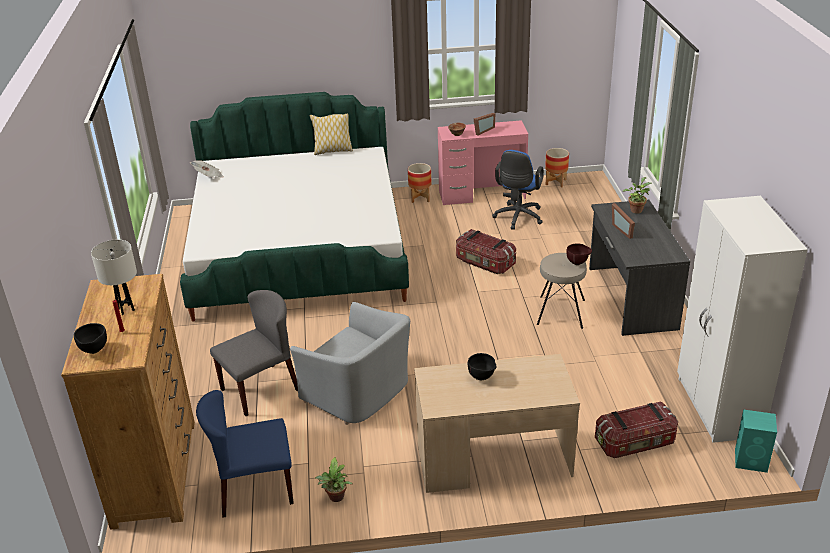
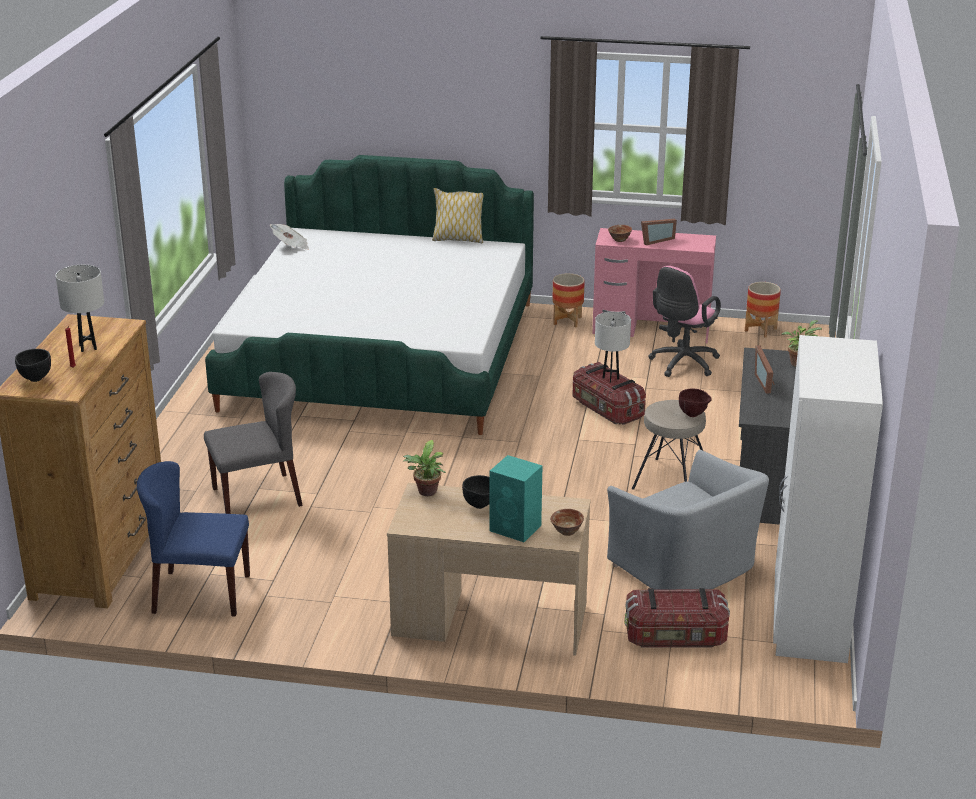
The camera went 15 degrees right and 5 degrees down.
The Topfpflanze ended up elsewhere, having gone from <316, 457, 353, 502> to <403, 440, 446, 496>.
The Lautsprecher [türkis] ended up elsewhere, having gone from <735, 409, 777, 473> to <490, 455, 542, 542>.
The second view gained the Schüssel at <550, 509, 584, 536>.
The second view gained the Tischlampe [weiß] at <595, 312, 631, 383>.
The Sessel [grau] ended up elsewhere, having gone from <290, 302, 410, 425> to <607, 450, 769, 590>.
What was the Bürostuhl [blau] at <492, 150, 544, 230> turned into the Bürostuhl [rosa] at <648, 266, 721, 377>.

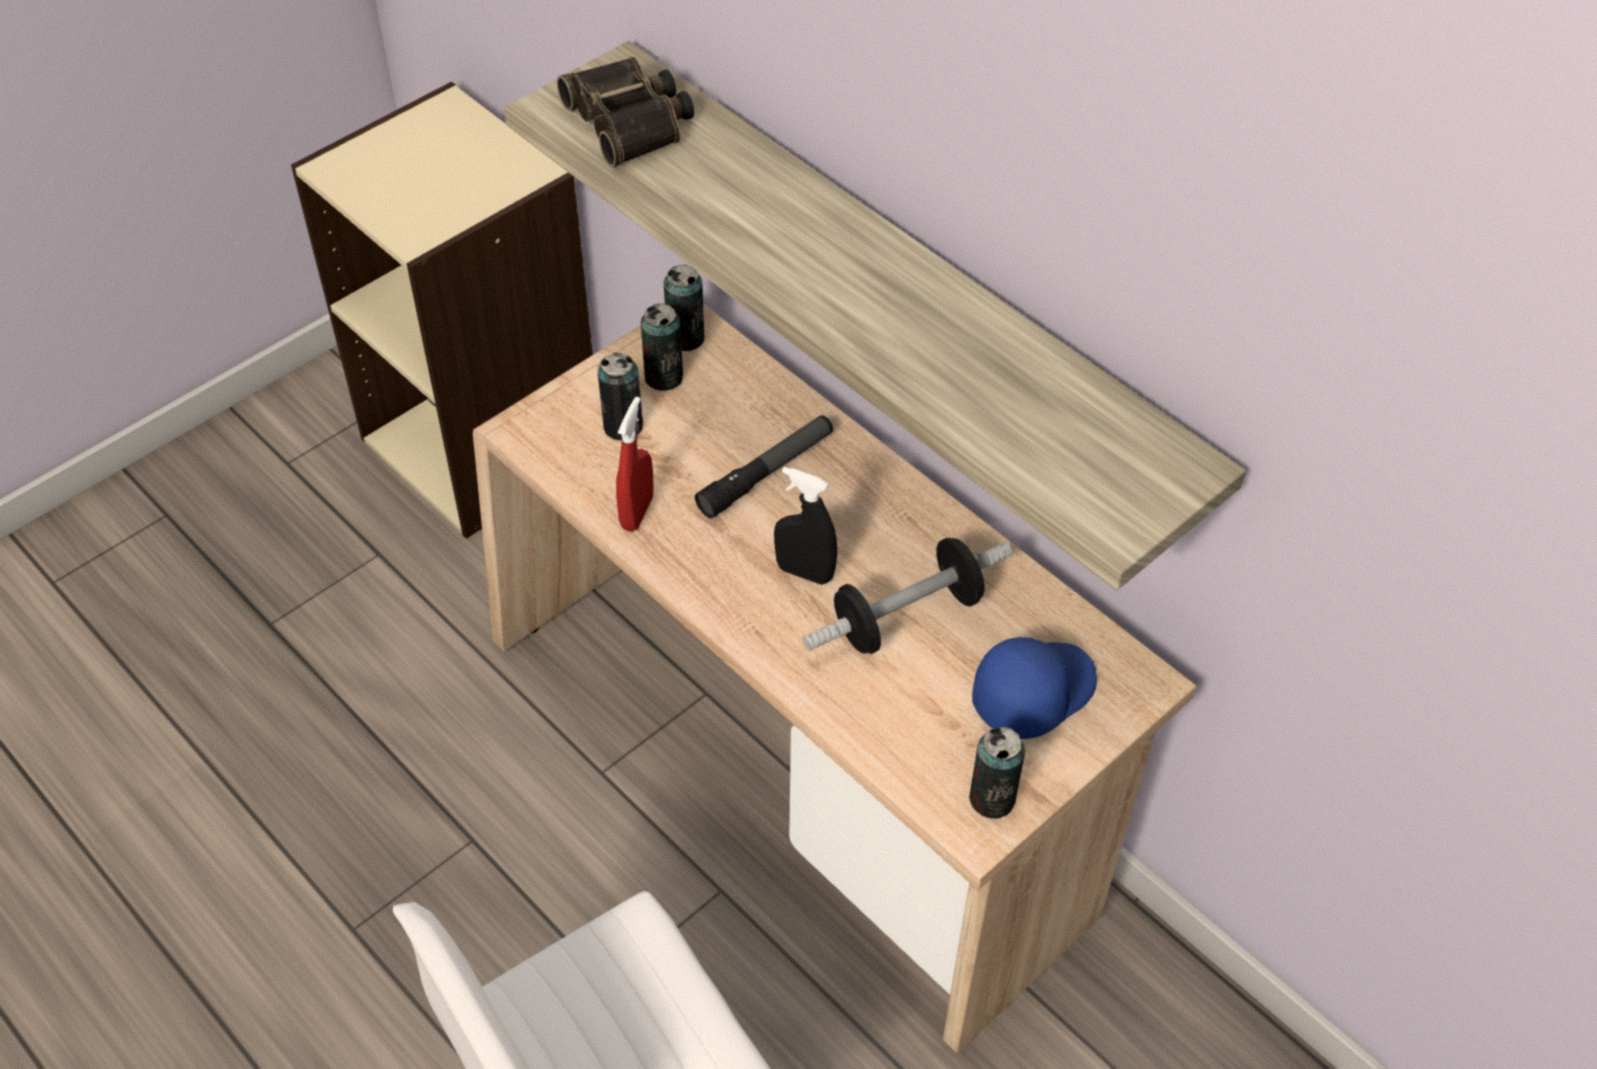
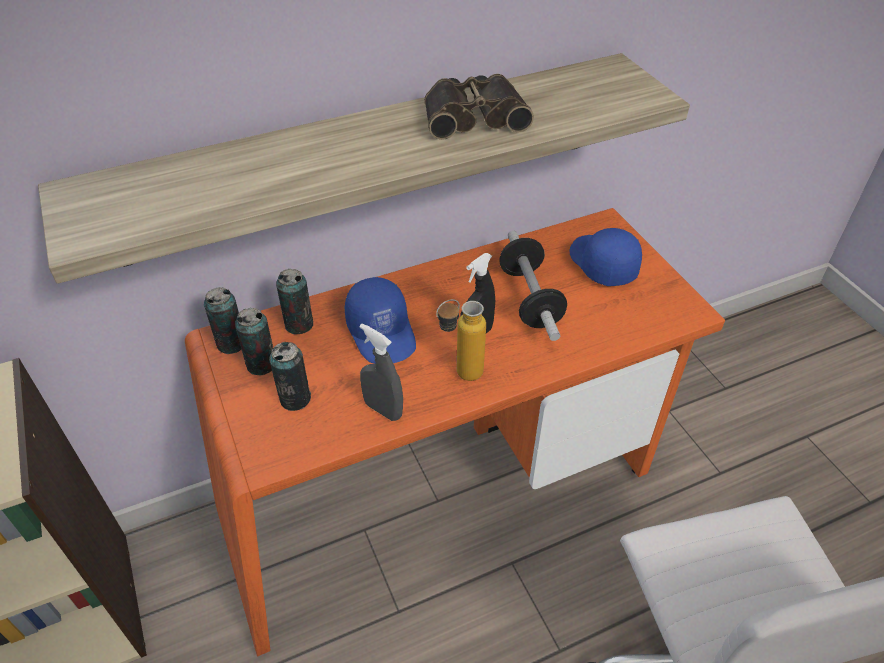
The camera went 70 degrees left and 5 degrees down.
What was the Schreibtisch [beige] at <473, 304, 1196, 1053> turned into the Schreibtisch [orange] at <185, 208, 725, 656>.
The Dose ended up elsewhere, having gone from <969, 727, 1025, 819> to <276, 269, 313, 334>.
Where the Taschenlampe stood at <695, 415, 833, 518>, the Kappe [blau] came to stand at <345, 277, 416, 364>.
What was the Sprühflasche [rot] at <616, 397, 654, 531> turned into the Sprühflasche [grau] at <359, 323, 403, 421>.
The Fernglas ended up elsewhere, having gone from <557, 57, 694, 167> to <424, 74, 534, 140>.
The second view gained the Flasche at <436, 299, 486, 381>.

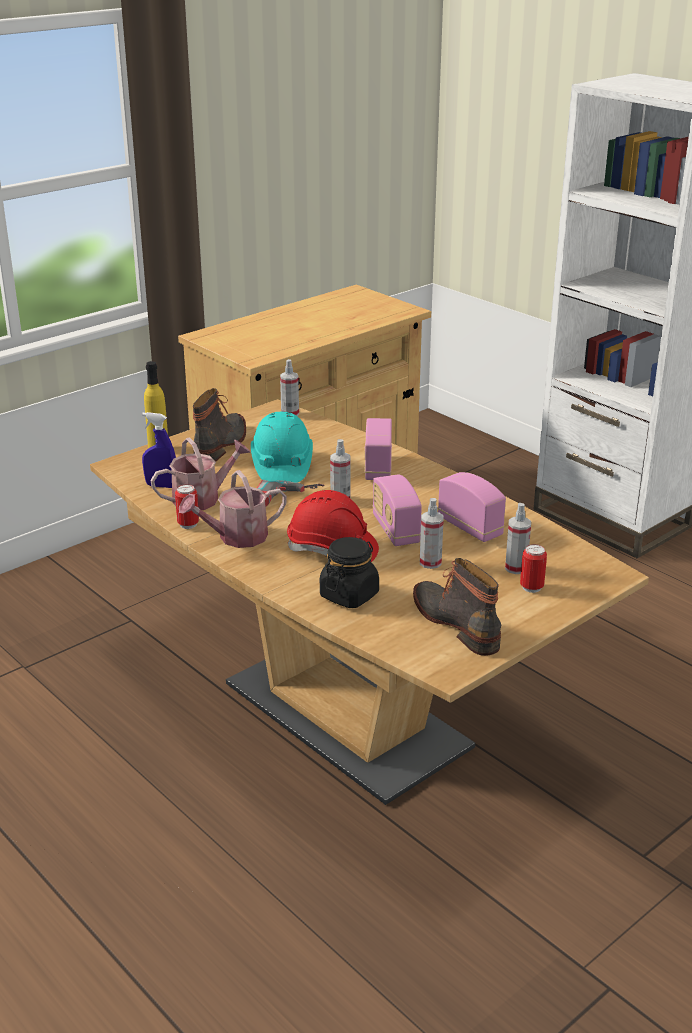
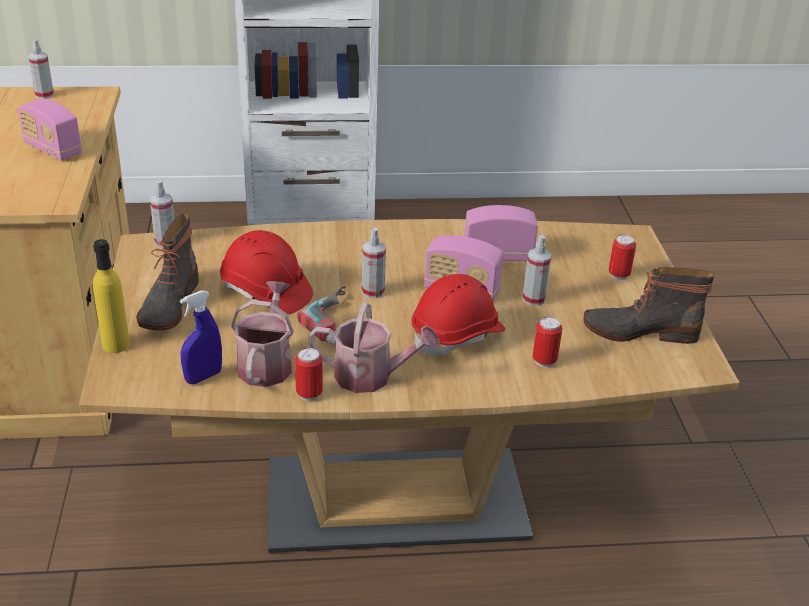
The camera went 55 degrees left and 5 degrees up.
The Radio ended up elsewhere, having gone from <364, 418, 392, 480> to <17, 99, 82, 160>.
The Sprühflasche ended up elsewhere, having gone from <505, 503, 531, 574> to <28, 39, 54, 99>.
The Stiefel at <193, 388, 246, 461> ended up facing another way, 135 degrees counterclockwise from before.
What was the Schutzhelm [türkis] at <251, 412, 313, 483> turned into the Schutzhelm [rot] at <220, 230, 313, 314>.
The Gießkanne at <179, 470, 287, 548> ended up facing another way, 90 degrees counterclockwise from before.
Where the Vorratsglas [schwarz] stood at <320, 537, 379, 608>, the Dose came to stand at <533, 317, 562, 367>.

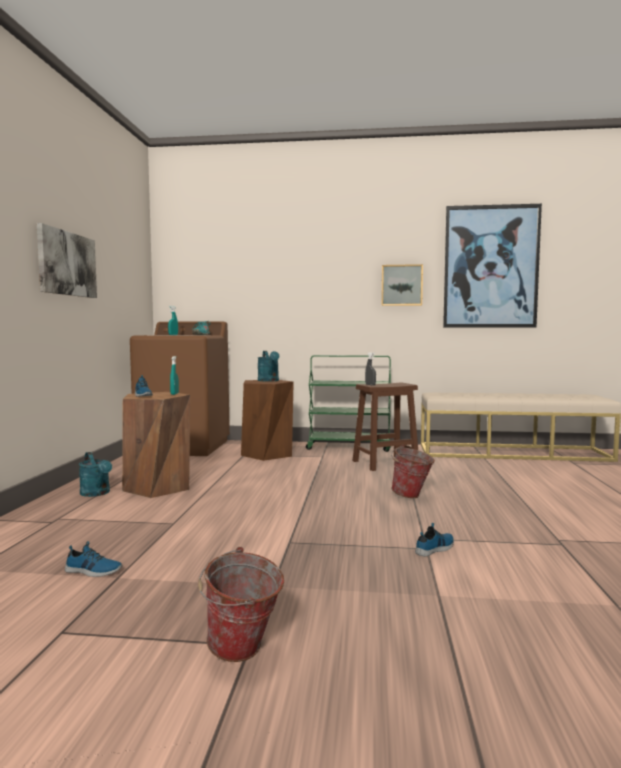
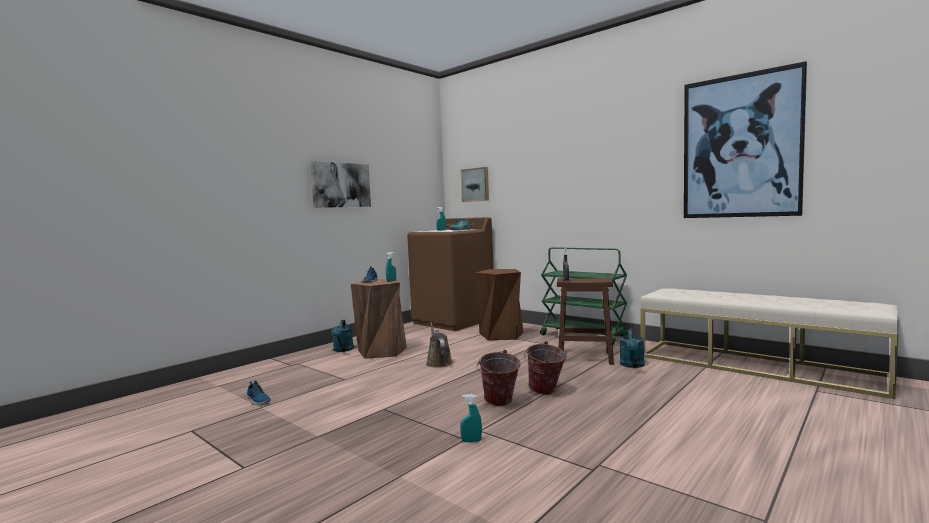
The camera went 35 degrees right and 0 degrees up.
The second view gained the Gießkanne [braun] at <426, 322, 453, 368>.
The Bild ended up elsewhere, having gone from <381, 264, 423, 306> to <460, 167, 489, 202>.
Where the Schuh stood at <415, 523, 454, 556>, the Sprühflasche [türkis] came to stand at <460, 394, 482, 442>.
The Eimer ended up elsewhere, having gone from <198, 547, 284, 662> to <476, 350, 521, 406>.
The Gießkanne [türkis] ended up elsewhere, having gone from <258, 351, 279, 382> to <619, 329, 645, 368>.

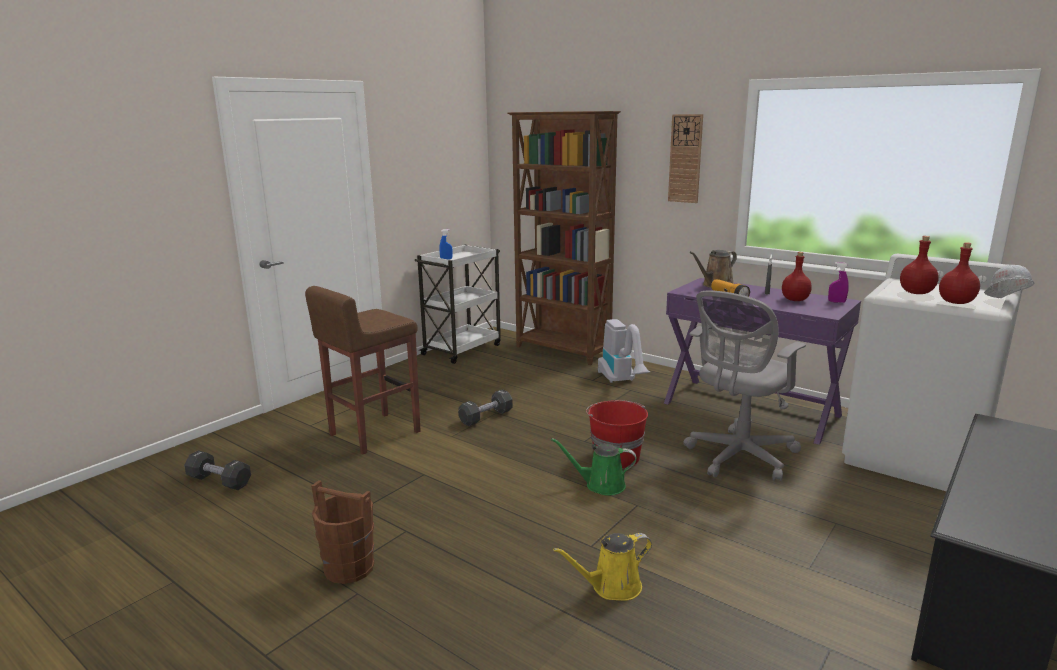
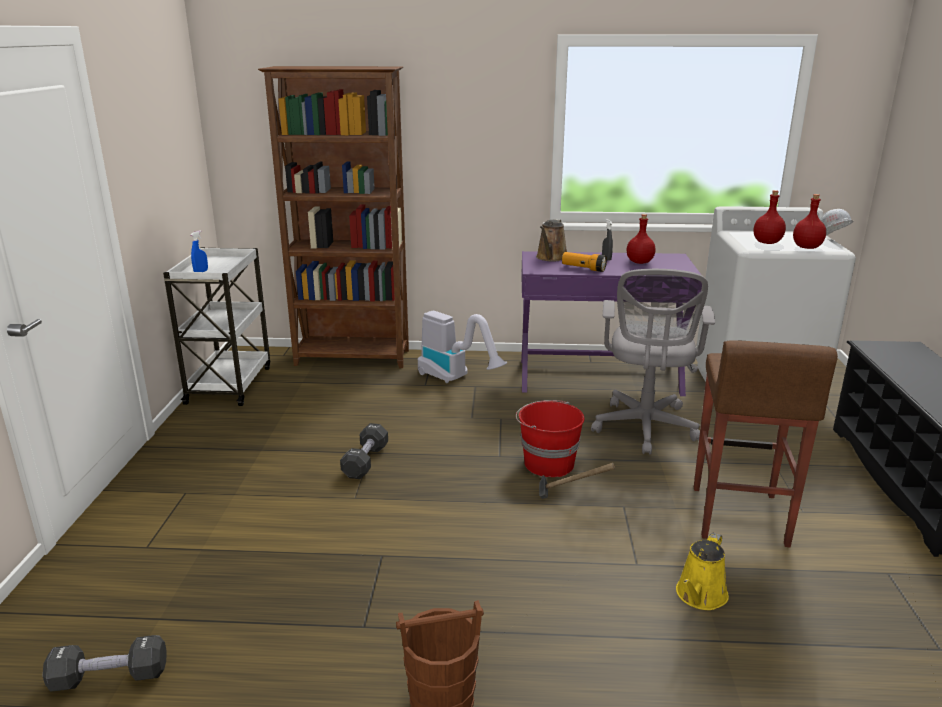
The camera went 35 degrees left and 5 degrees up.
Where the Gießkanne [grün] stood at <551, 438, 636, 496>, the Hammer came to stand at <539, 463, 615, 499>.
The Hocker [braun] ended up elsewhere, having gone from <305, 286, 421, 455> to <694, 340, 838, 547>.
The second view lost the Wanduhr at <668, 114, 703, 203>.
The second view lost the Sprühflasche [lila] at <828, 262, 849, 303>.

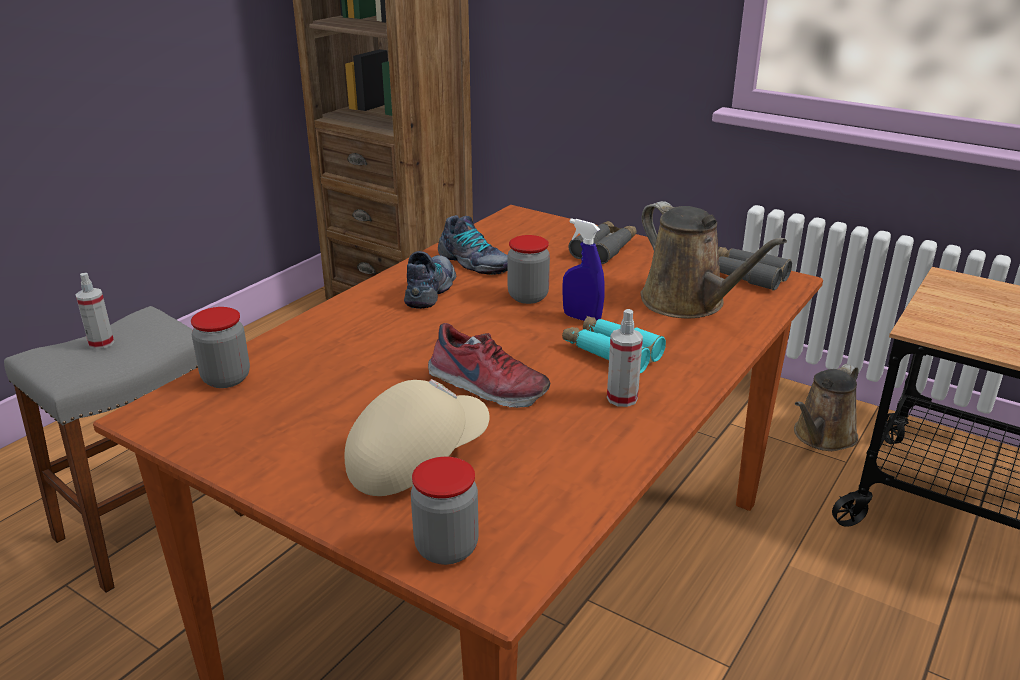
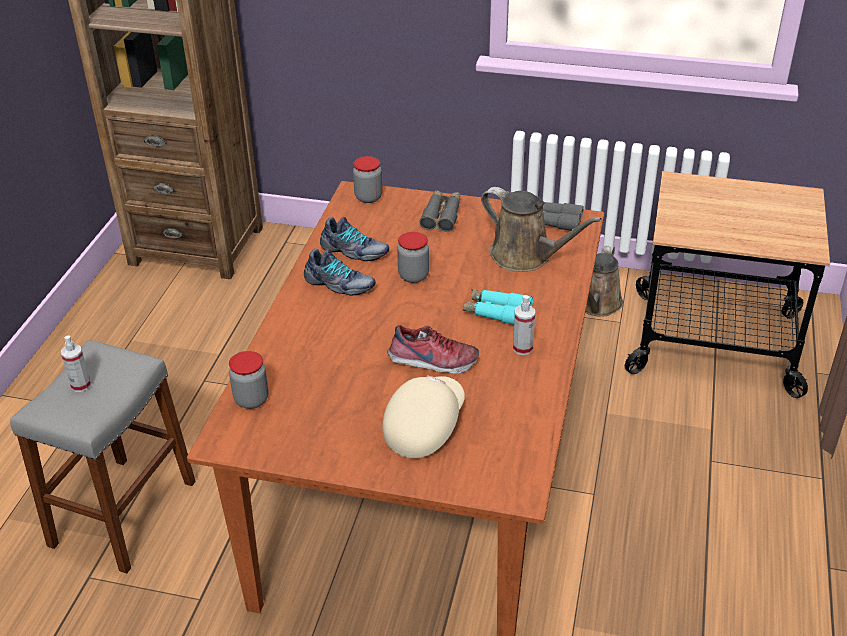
The camera went 20 degrees left and 10 degrees up.
The Schuh at <404, 251, 456, 309> ended up facing another way, 120 degrees clockwise from before.
The Vorratsglas ended up elsewhere, having gone from <411, 457, 479, 565> to <353, 156, 382, 203>.
The second view lost the Sprühflasche [blau] at <562, 218, 605, 321>.

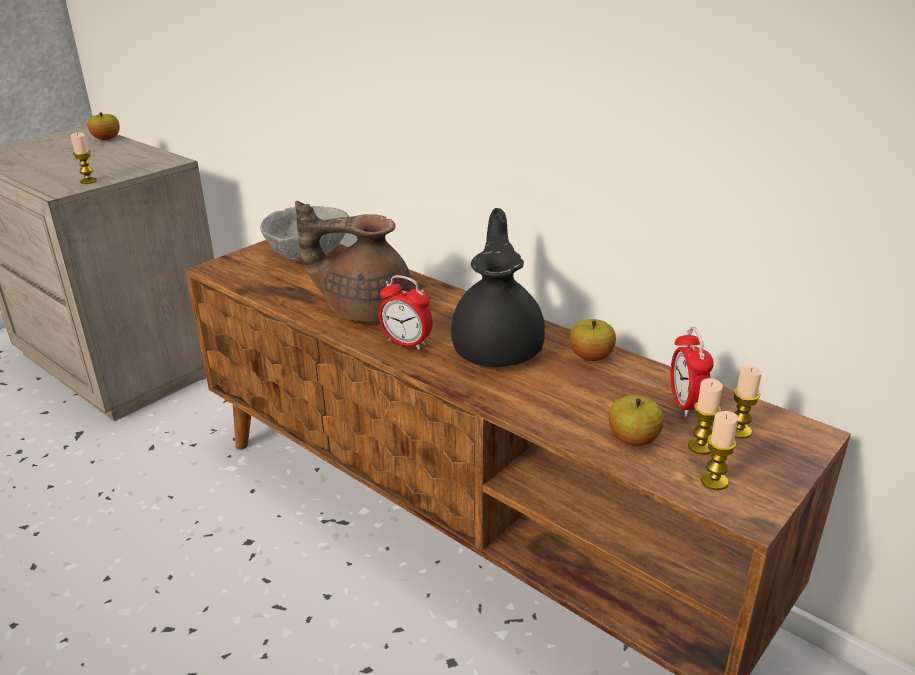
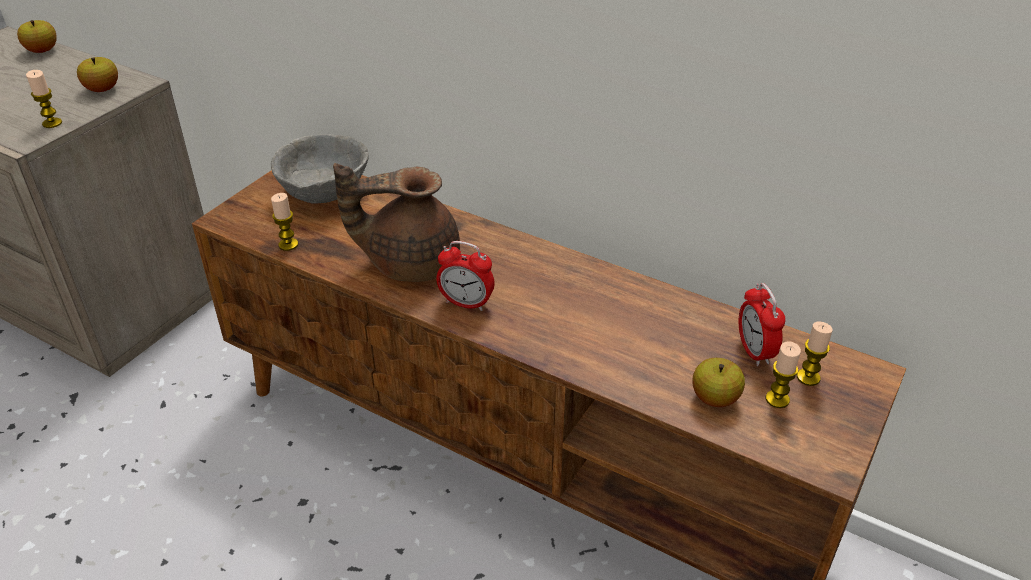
The camera went 10 degrees left and 10 degrees up.
The Apfel ended up elsewhere, having gone from <570, 319, 616, 361> to <77, 57, 118, 92>.
The Kerze ended up elsewhere, having gone from <701, 411, 739, 490> to <271, 193, 298, 251>.
The second view lost the Teekanne [schwarz] at <451, 208, 545, 367>.

